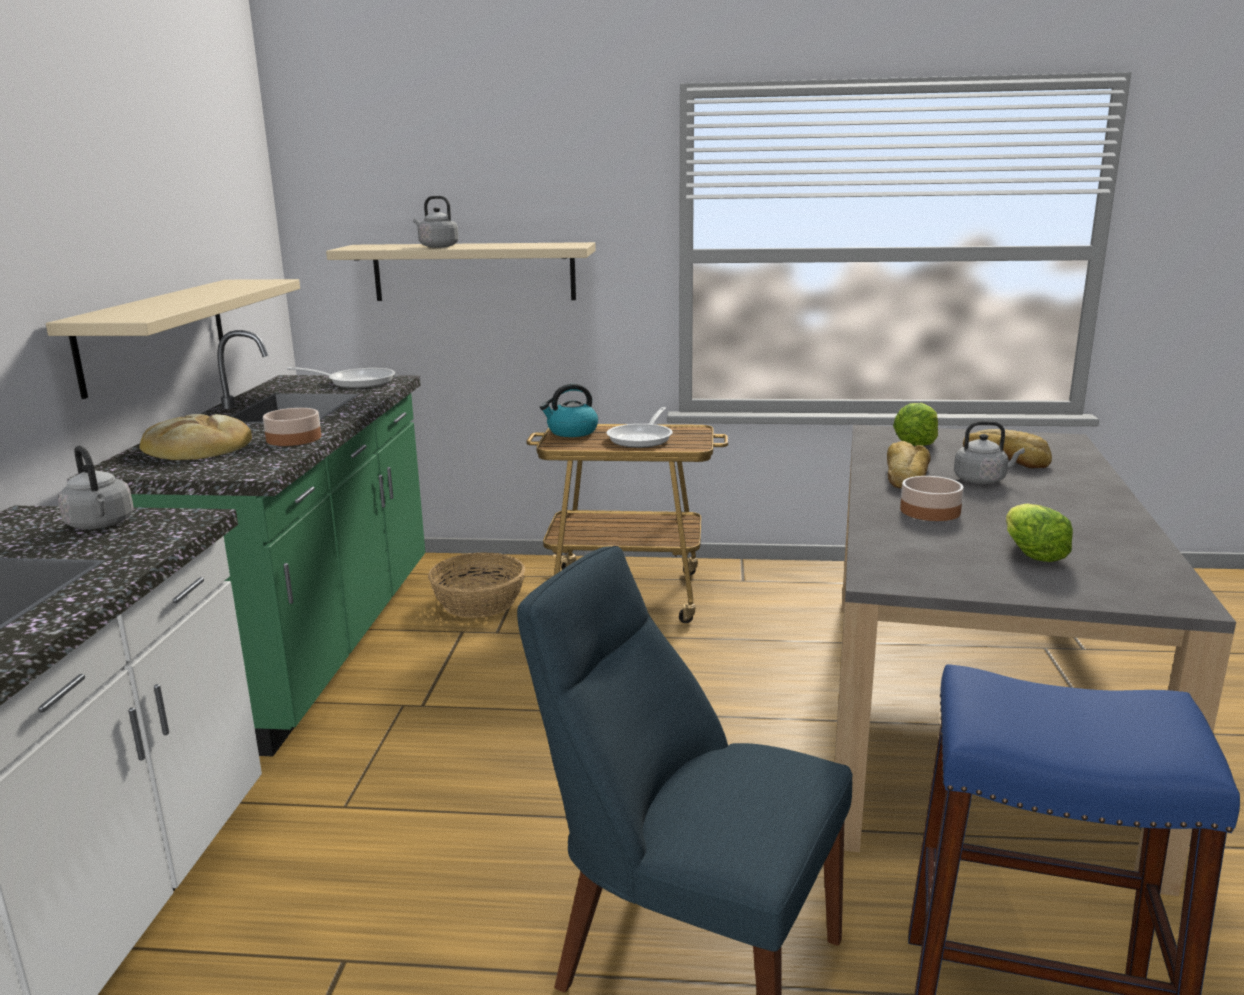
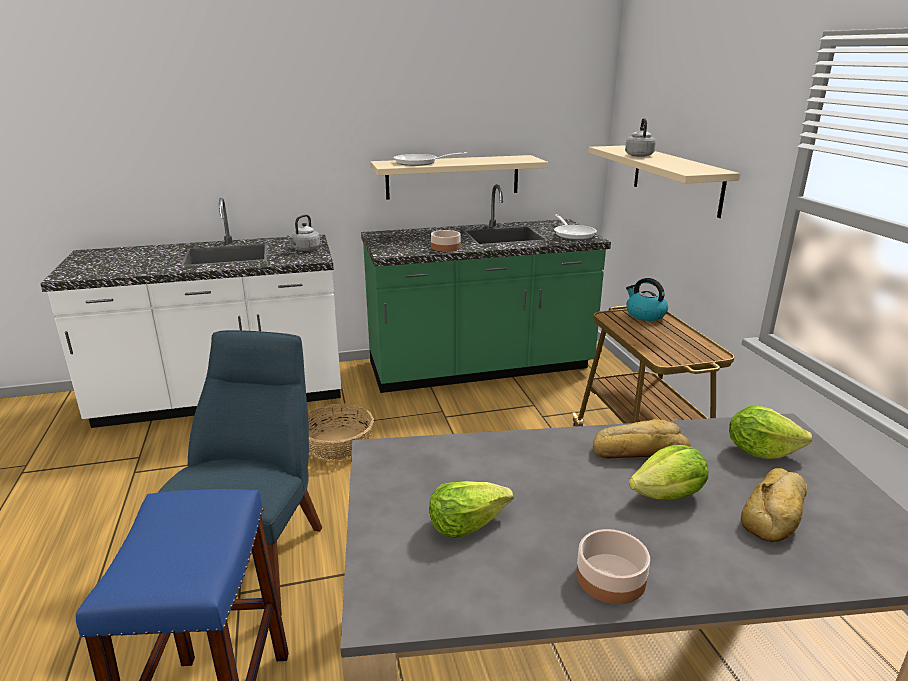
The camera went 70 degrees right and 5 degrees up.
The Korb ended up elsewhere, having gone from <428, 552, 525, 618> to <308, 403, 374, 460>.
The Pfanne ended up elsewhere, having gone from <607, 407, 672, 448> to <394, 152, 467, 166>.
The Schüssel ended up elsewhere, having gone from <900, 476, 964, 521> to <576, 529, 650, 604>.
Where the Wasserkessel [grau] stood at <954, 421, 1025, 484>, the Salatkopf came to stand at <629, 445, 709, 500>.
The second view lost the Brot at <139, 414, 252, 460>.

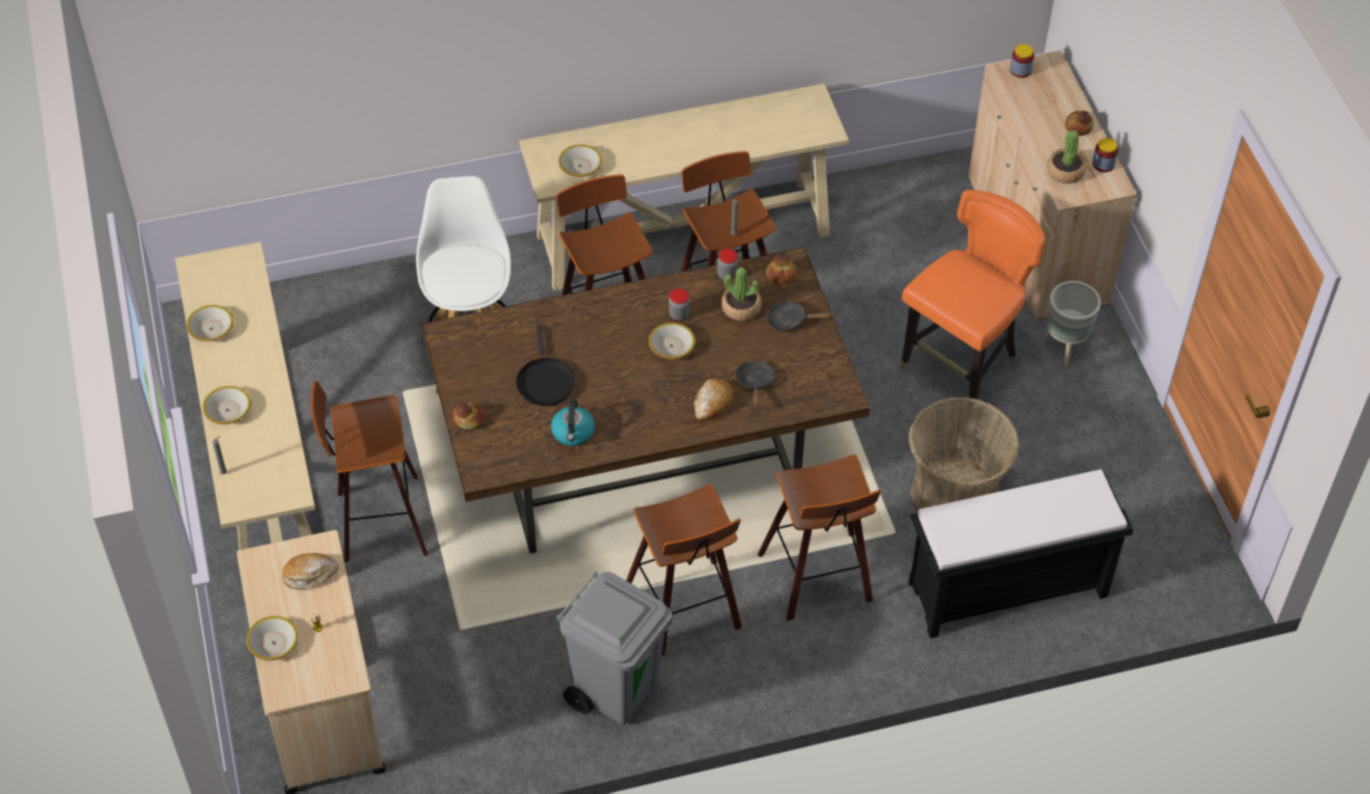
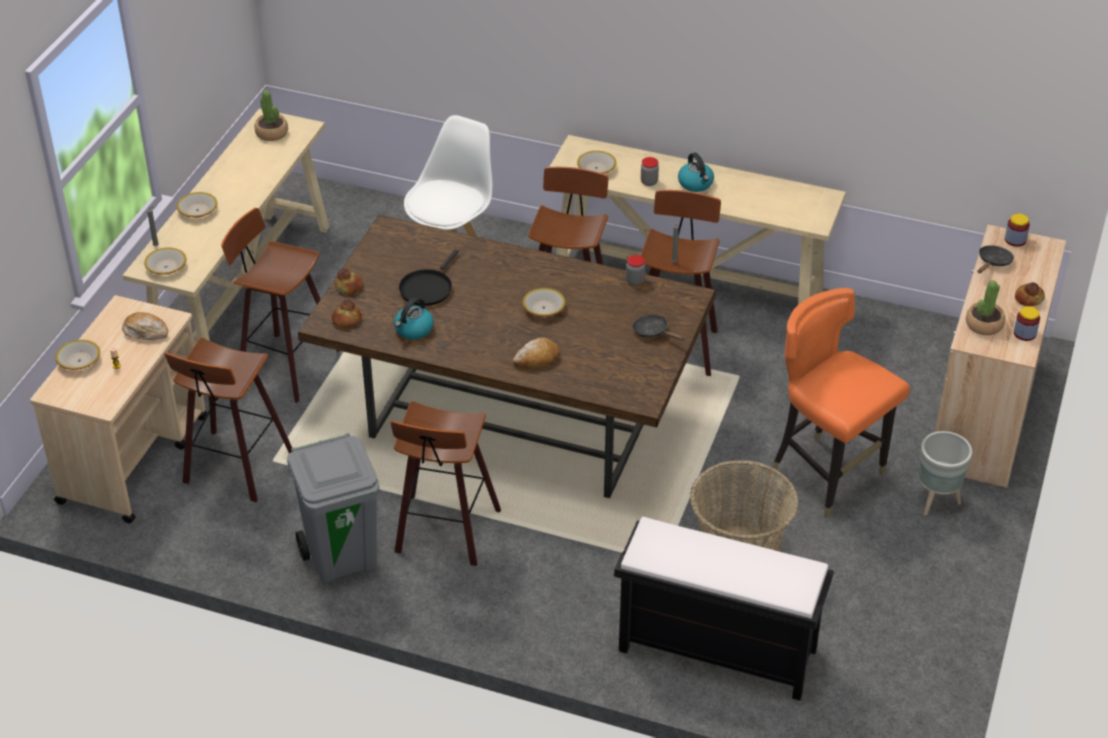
The camera went 35 degrees right and 10 degrees down.
The Schüssel ended up elsewhere, having gone from <187, 305, 233, 341> to <144, 248, 187, 275>.
The Hocker ended up elsewhere, having gone from <758, 454, 881, 621> to <164, 338, 292, 502>.
The Topfpflanze ended up elsewhere, having gone from <721, 267, 762, 321> to <255, 90, 288, 141>.
The Brot ended up elsewhere, having gone from <766, 254, 796, 285> to <332, 300, 362, 328>.
The Vorratsglas ended up elsewhere, having gone from <669, 288, 690, 321> to <641, 157, 659, 186>.
The second view gained the Wasserkessel at <678, 153, 714, 192>.
The Stuhl [orange] at <900, 190, 1045, 416> ended up facing another way, 120 degrees counterclockwise from before.
The Pfanne [schwarz] ended up elsewhere, having gone from <735, 361, 775, 408> to <978, 245, 1014, 273>.

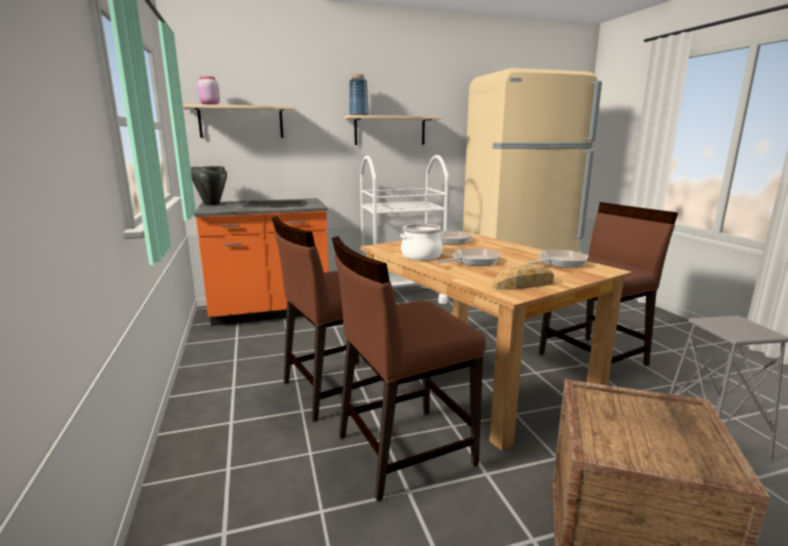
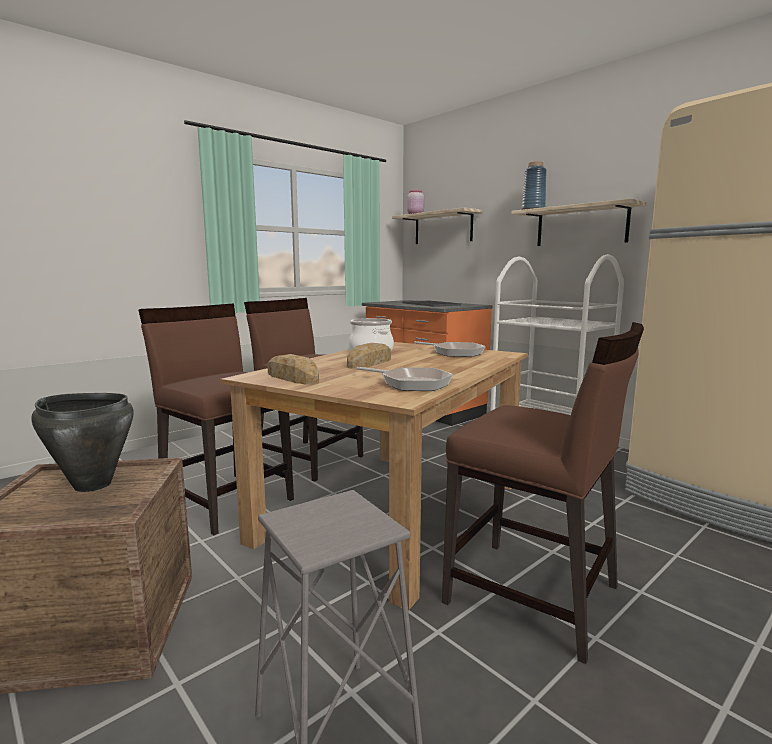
The camera went 65 degrees right and 5 degrees down.
The Kochtopf [schwarz] ended up elsewhere, having gone from <191, 166, 227, 206> to <31, 393, 134, 492>.
Where the Pfanne stood at <436, 248, 501, 266>, the Brot came to stand at <347, 343, 391, 369>.

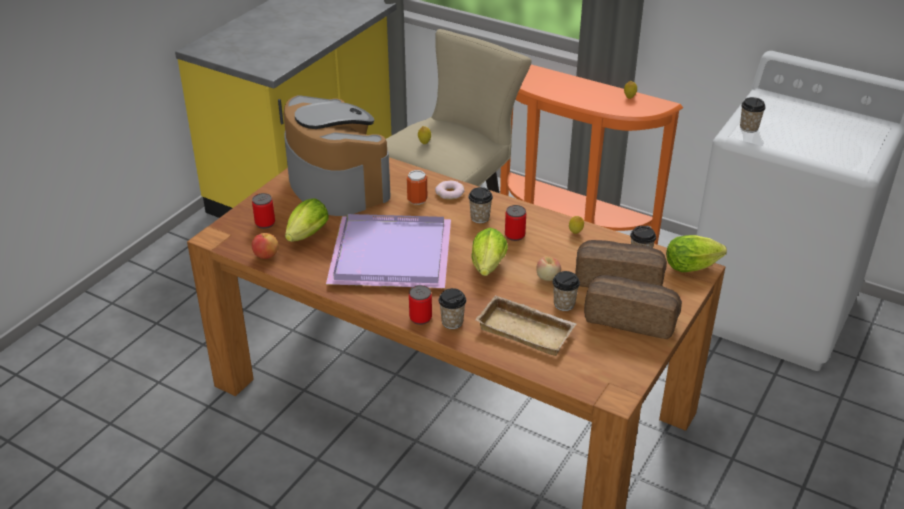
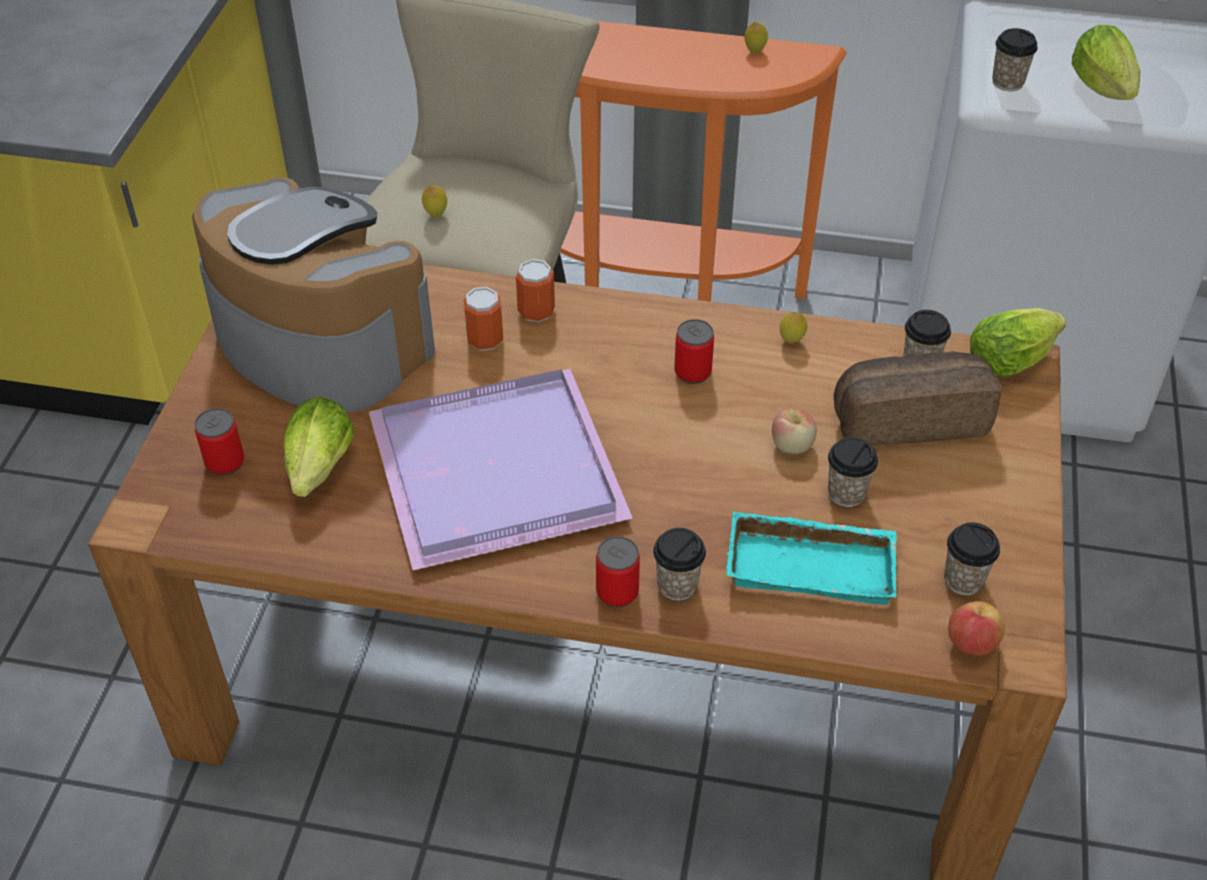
The camera went 20 degrees left and 10 degrees up.
Where the Donut stood at <435, 180, 465, 200>, the Dose came to stand at <516, 259, 555, 322>.
What was the Tablett [beige] at <475, 295, 576, 356> turned into the Tablett [türkis] at <726, 511, 897, 604>.
The Tasse ended up elsewhere, having gone from <468, 187, 493, 223> to <944, 523, 1000, 595>.
The Apfel ended up elsewhere, having gone from <252, 233, 279, 259> to <948, 601, 1005, 656>.
The Salatkopf ended up elsewhere, having gone from <471, 228, 508, 276> to <1072, 25, 1140, 100>.
The second view lost the Brot at <584, 275, 682, 339>.

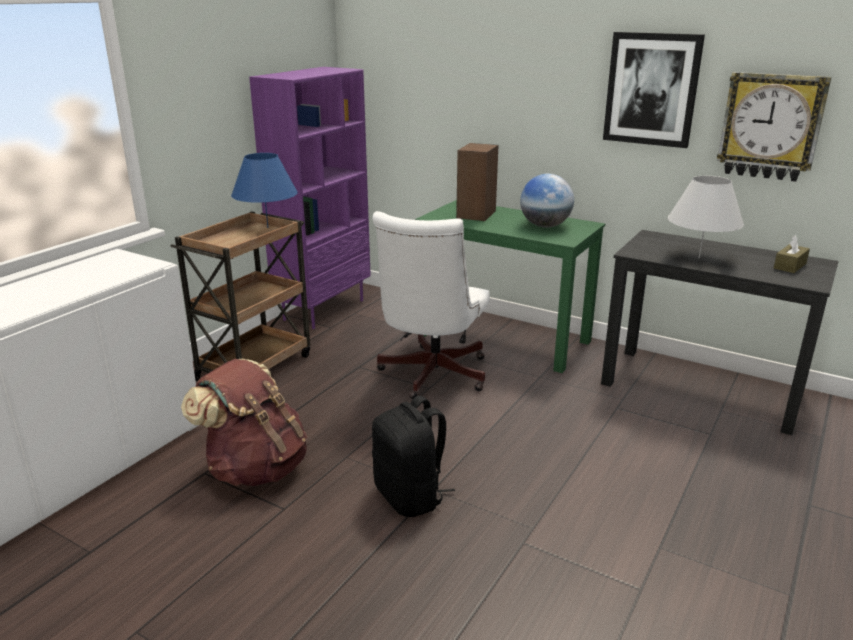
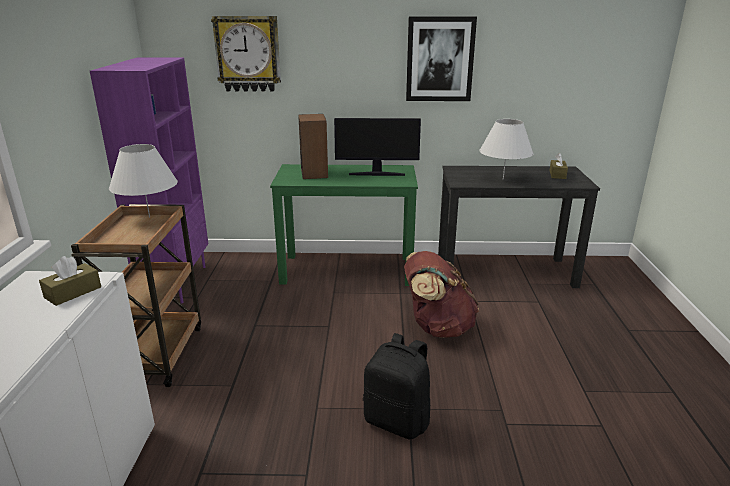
The camera went 30 degrees left and 0 degrees up.
The second view gained the Taschentuchbox [braun] at <39, 256, 101, 306>.
What was the Tischlampe [blau] at <231, 153, 298, 228> turned into the Tischlampe [weiß] at <109, 144, 178, 218>.
The Wanduhr ended up elsewhere, having gone from <717, 72, 831, 182> to <211, 16, 281, 92>.
Where the Globus stood at <520, 174, 574, 228>, the Monitor came to stand at <334, 118, 421, 176>.
The Rucksack [braun] ended up elsewhere, having gone from <181, 359, 307, 486> to <404, 251, 479, 338>.
The second view lost the Bürostuhl [weiß] at <372, 211, 490, 399>.

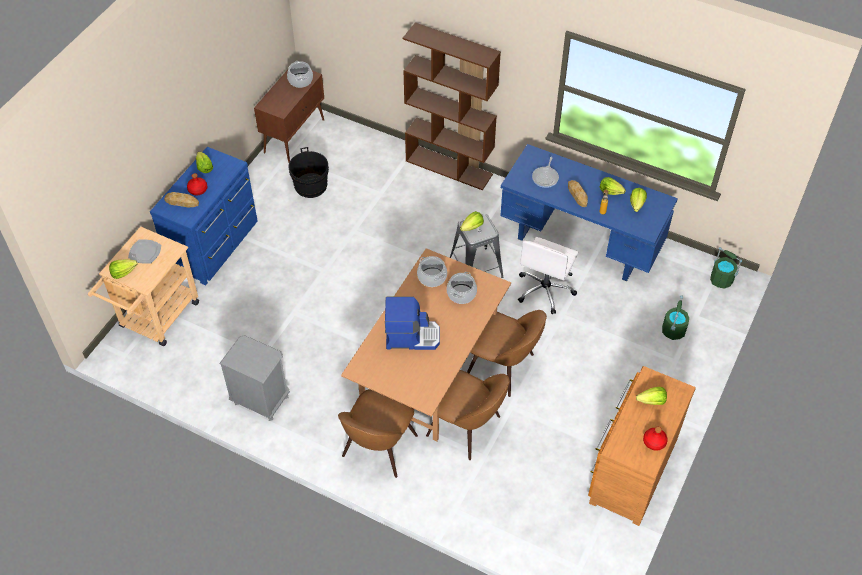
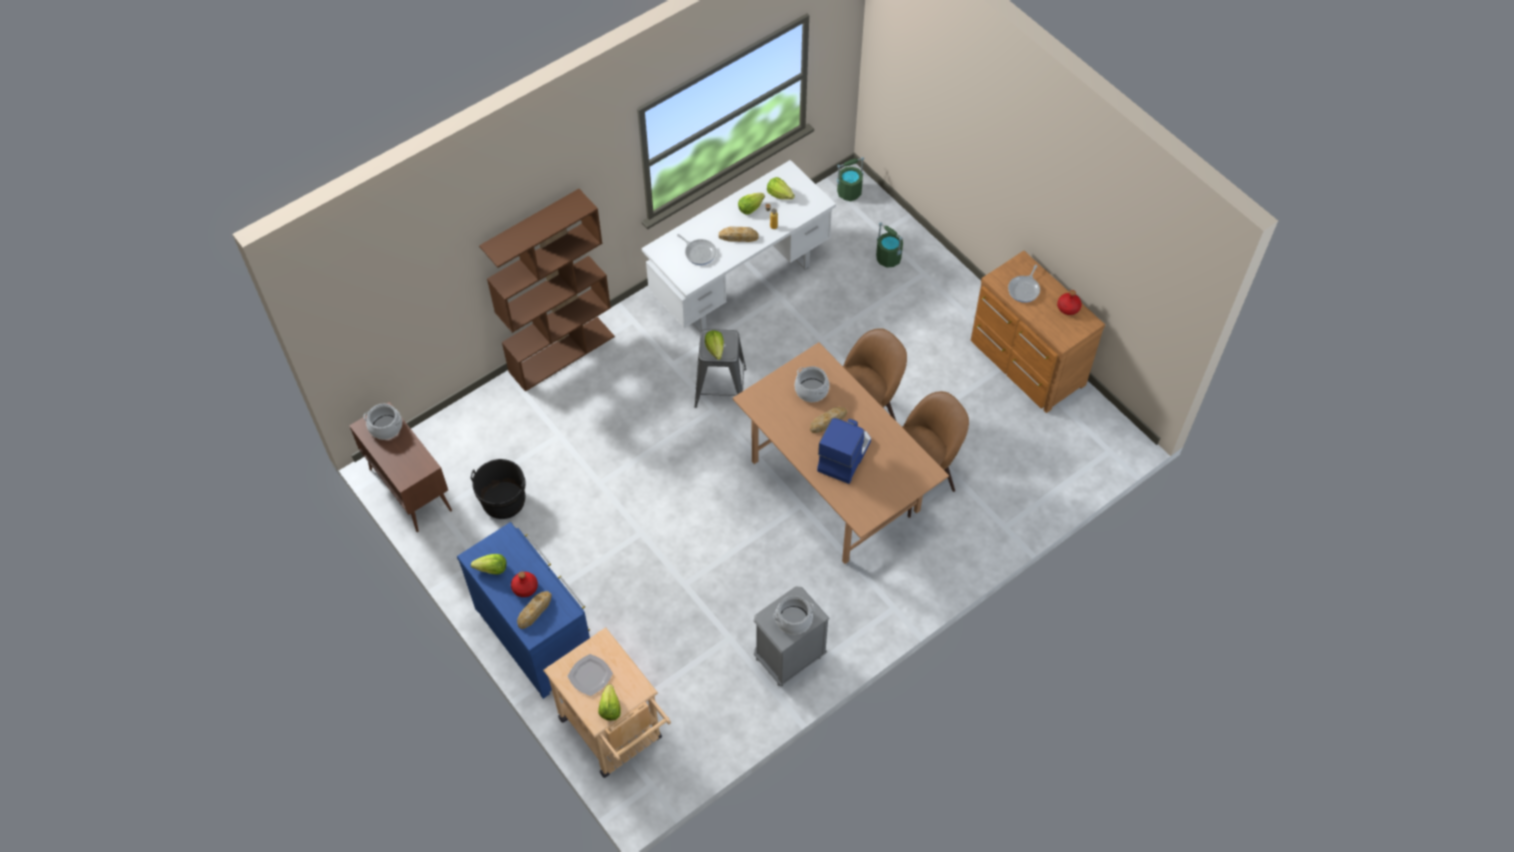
The camera went 65 degrees left and 5 degrees up.
What was the Schreibtisch [blau] at <500, 144, 678, 281> turned into the Schreibtisch [weiß] at <642, 160, 836, 332>.
The Kochtopf ended up elsewhere, having gone from <417, 256, 447, 287> to <773, 596, 815, 635>.
The second view gained the Brot at <810, 407, 847, 433>.
Where the Salatkopf stood at <636, 387, 667, 405>, the Pfanne came to stand at <1008, 265, 1040, 303>.
The second view lost the Stuhl [braun] at <338, 389, 418, 478>.
The second view lost the Bürostuhl [weiß] at <518, 237, 579, 314>.

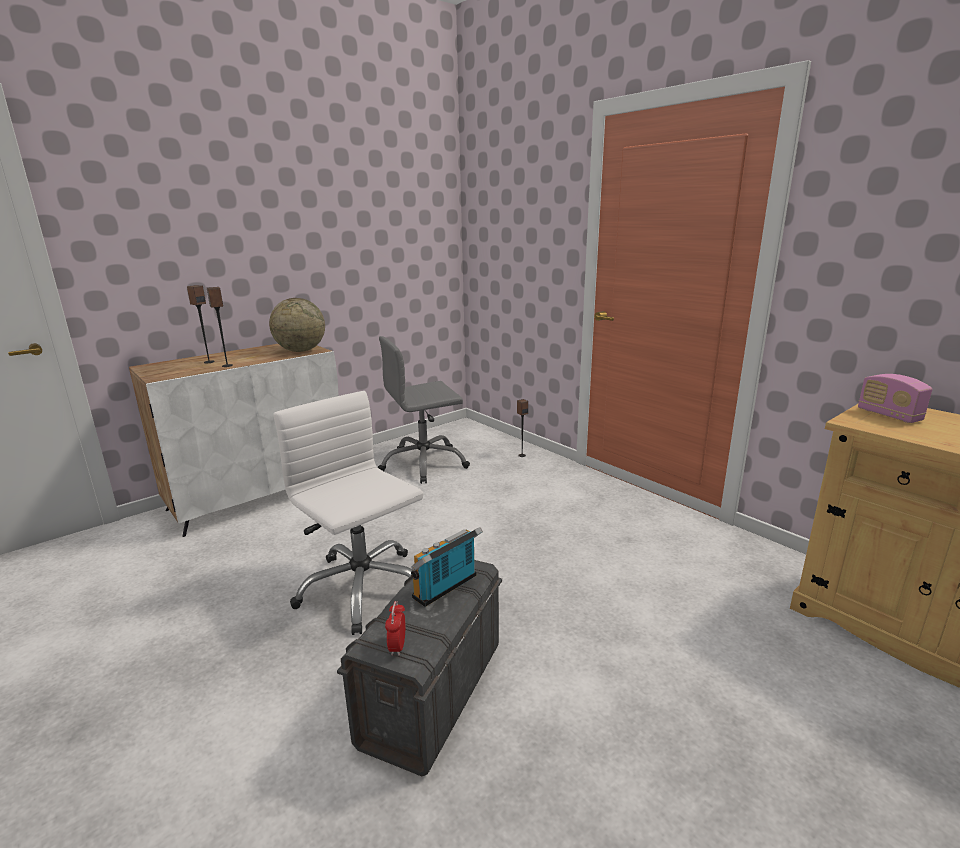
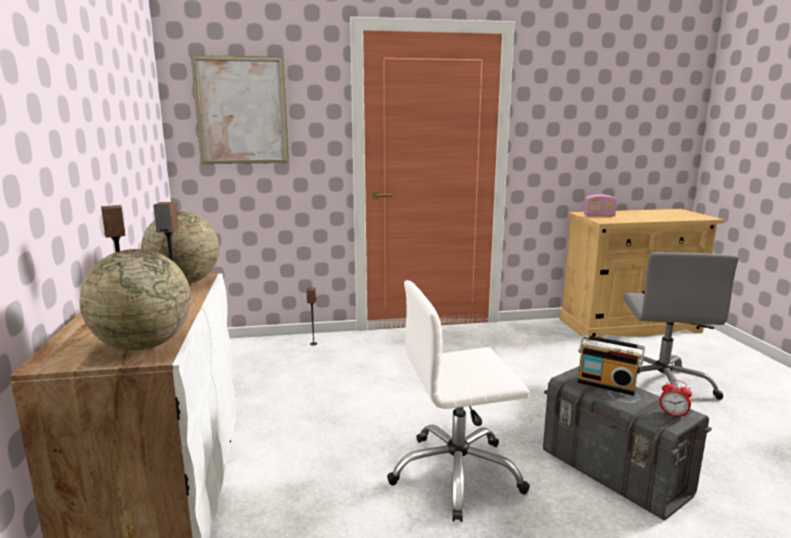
The camera went 60 degrees left and 5 degrees down.
The second view gained the Globus at <80, 249, 191, 350>.
The second view gained the Bild at <191, 55, 289, 164>.
The Radio at <411, 527, 483, 607> ended up facing another way, 45 degrees counterclockwise from before.
The Bürostuhl [grau] ended up elsewhere, having gone from <378, 336, 470, 484> to <623, 252, 739, 400>.

